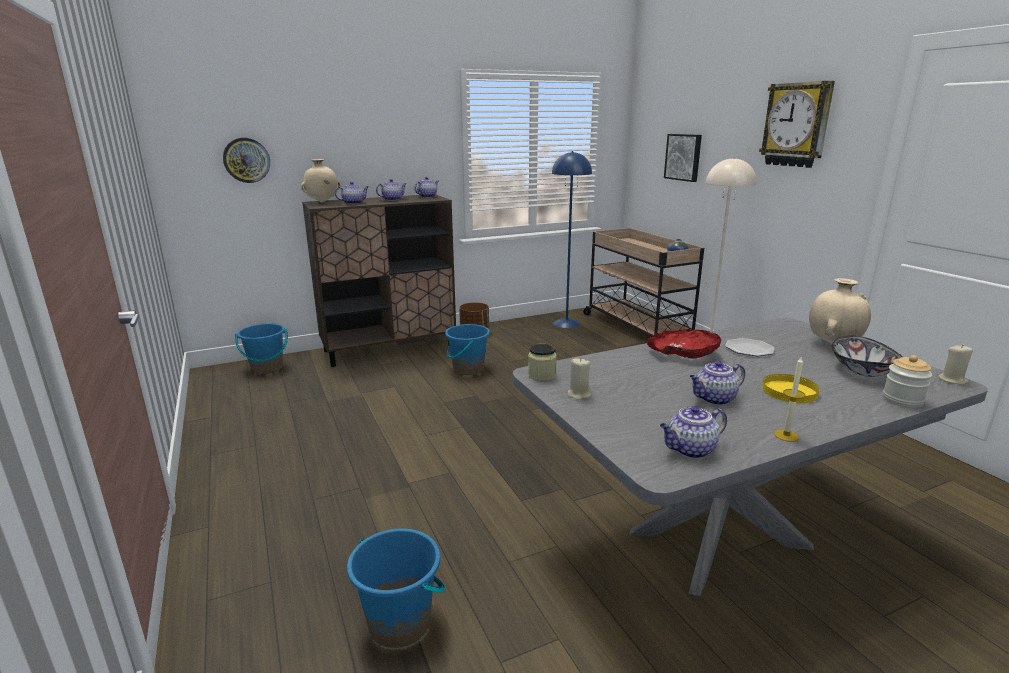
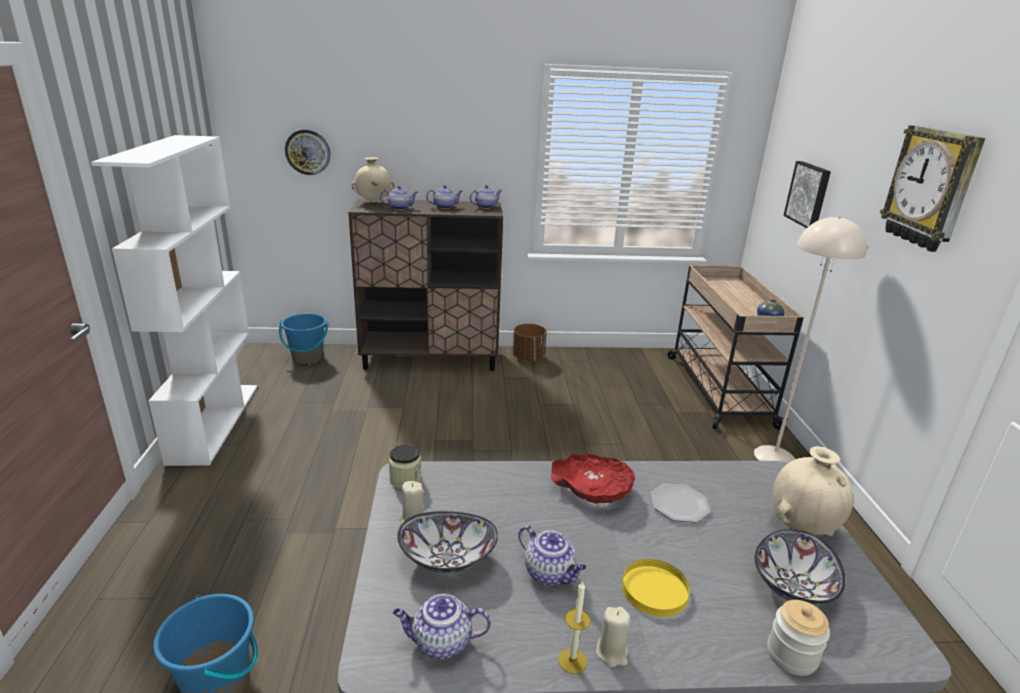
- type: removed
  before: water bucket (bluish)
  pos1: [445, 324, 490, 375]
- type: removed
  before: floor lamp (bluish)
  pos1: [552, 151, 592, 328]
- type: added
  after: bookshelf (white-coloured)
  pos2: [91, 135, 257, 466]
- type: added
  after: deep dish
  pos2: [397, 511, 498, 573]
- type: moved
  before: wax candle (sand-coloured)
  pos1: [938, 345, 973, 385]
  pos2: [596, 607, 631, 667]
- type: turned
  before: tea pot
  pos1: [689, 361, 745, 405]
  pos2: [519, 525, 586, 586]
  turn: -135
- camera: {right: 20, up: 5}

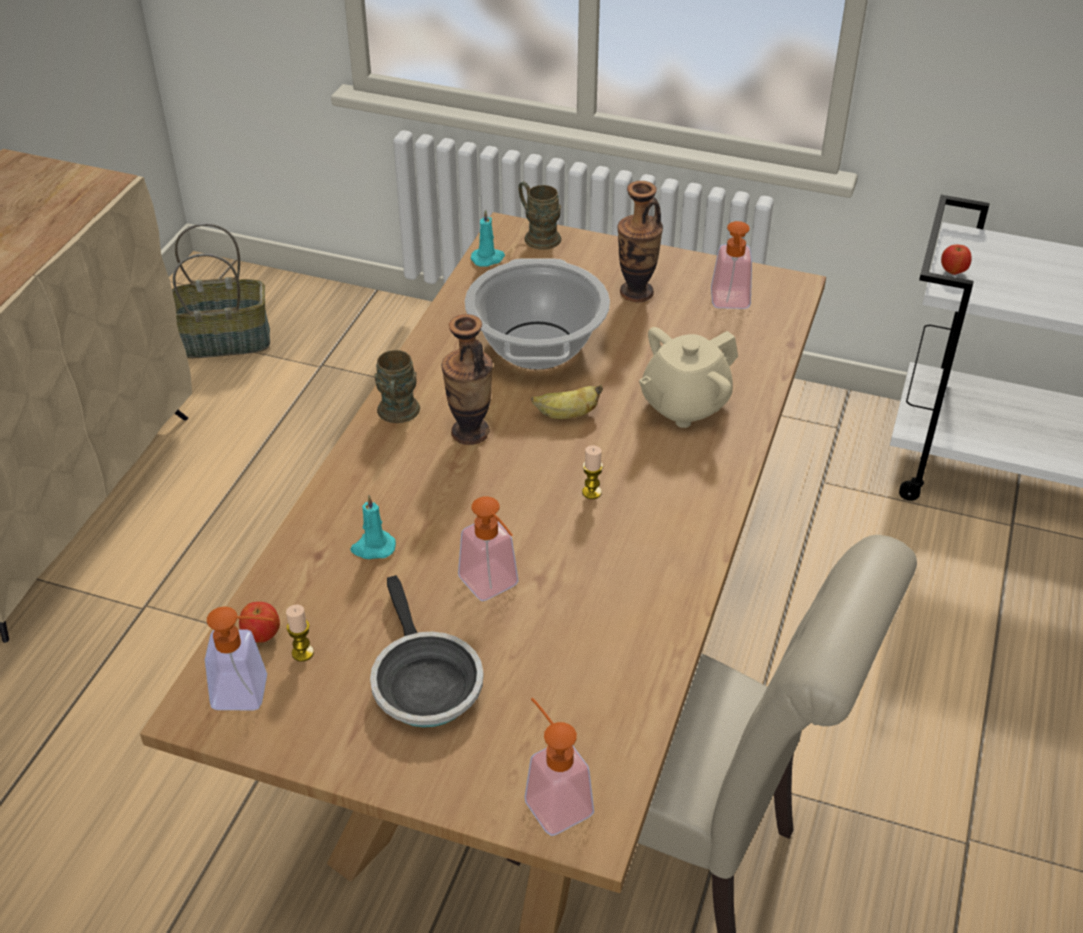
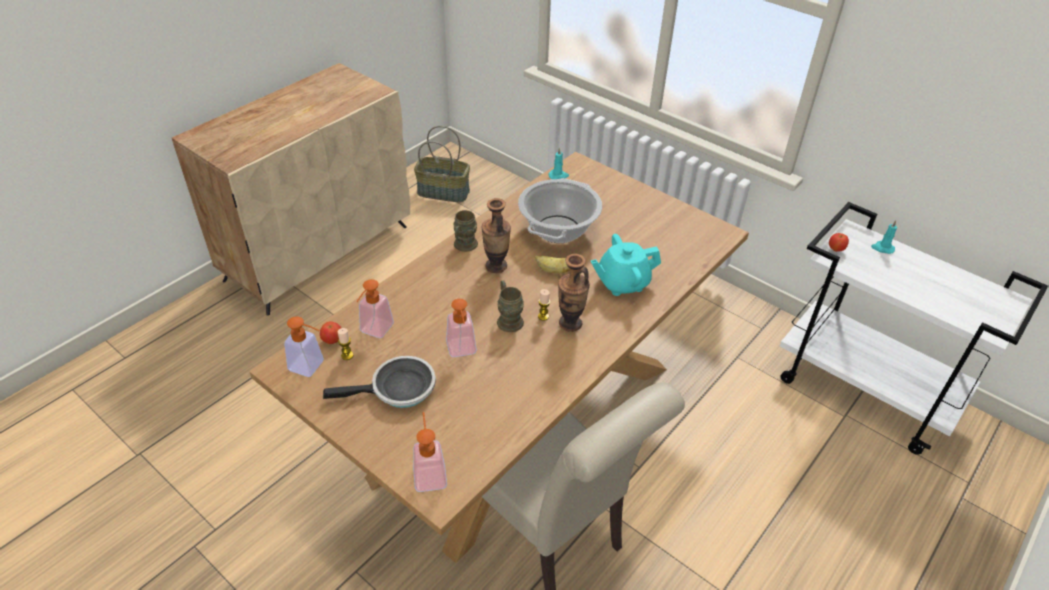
- type: moved
  before: wax candle (turquoise-coloured)
  pos1: [350, 495, 396, 559]
  pos2: [871, 220, 897, 254]
- type: moved
  before: coffee mug (brown-coloured)
  pos1: [519, 181, 561, 250]
  pos2: [497, 280, 524, 332]
- type: moved
  before: vase
  pos1: [617, 181, 663, 302]
  pos2: [558, 254, 590, 332]
- type: moved
  before: soap bottle
  pos1: [711, 221, 752, 309]
  pos2: [356, 279, 394, 338]
- type: recoloured
  before: tea pot (sand-coloured)
  after: tea pot (turquoise-coloured)
  pos1: [639, 327, 738, 428]
  pos2: [590, 234, 661, 296]
- type: turned
  before: frying pan
  pos1: [370, 575, 484, 728]
  pos2: [323, 356, 436, 408]
  turn: -105
- camera: {right: 20, up: 0}

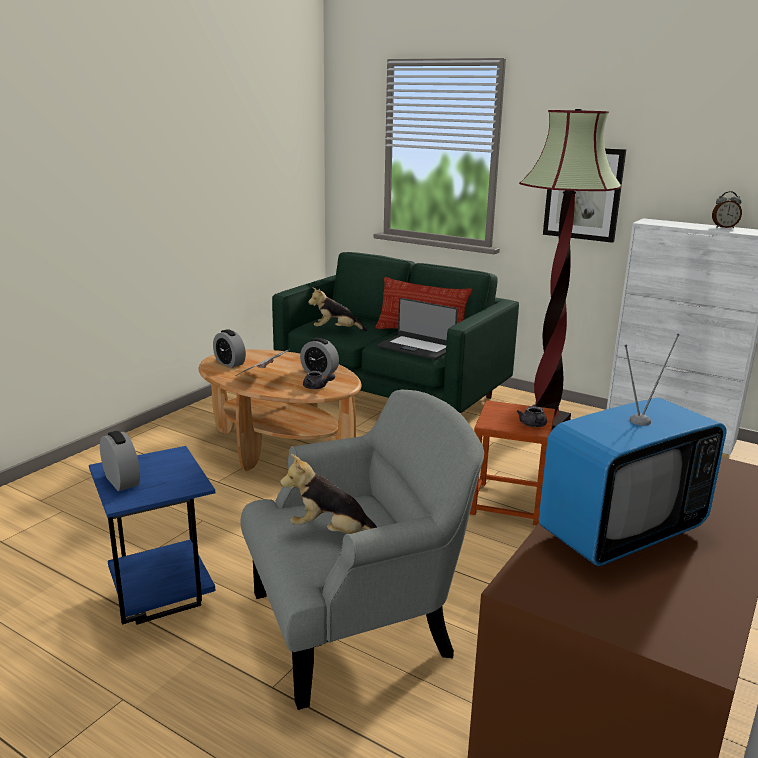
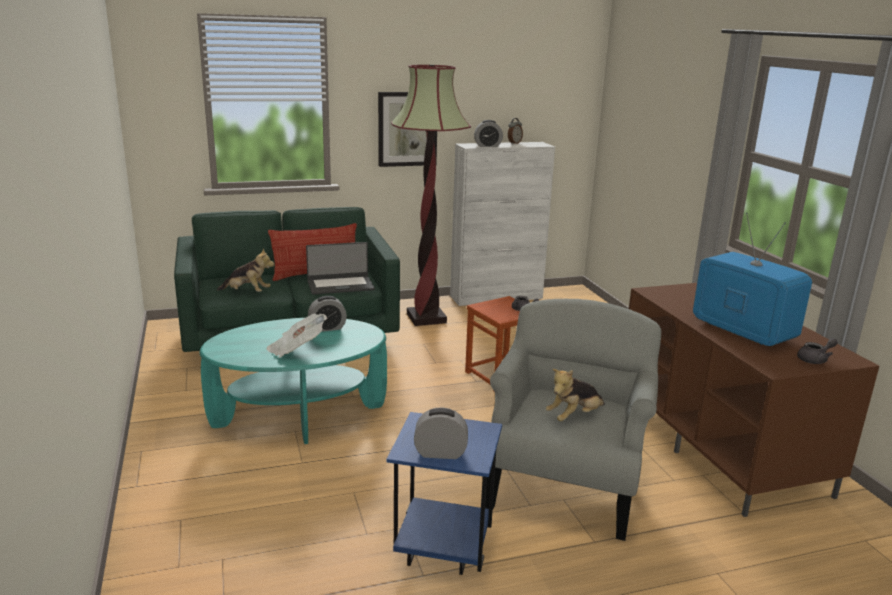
- type: moved
  before: bedside clock
  pos1: [213, 329, 246, 368]
  pos2: [474, 120, 503, 147]
- type: moved
  before: tea pot (gray)
  pos1: [303, 371, 335, 389]
  pos2: [797, 338, 838, 364]
- type: recoloured
  before: low table (brown-coloured)
  after: low table (turquoise-coloured)
  pos1: [198, 349, 361, 471]
  pos2: [200, 318, 387, 444]
- type: turned
  before: soft toy
  pos1: [308, 287, 368, 331]
  pos2: [217, 248, 274, 292]
  turn: -120
- type: turned
  before: TV set
  pos1: [539, 334, 727, 566]
  pos2: [693, 213, 812, 346]
  turn: -45
- camera: {right: -50, up: 0}

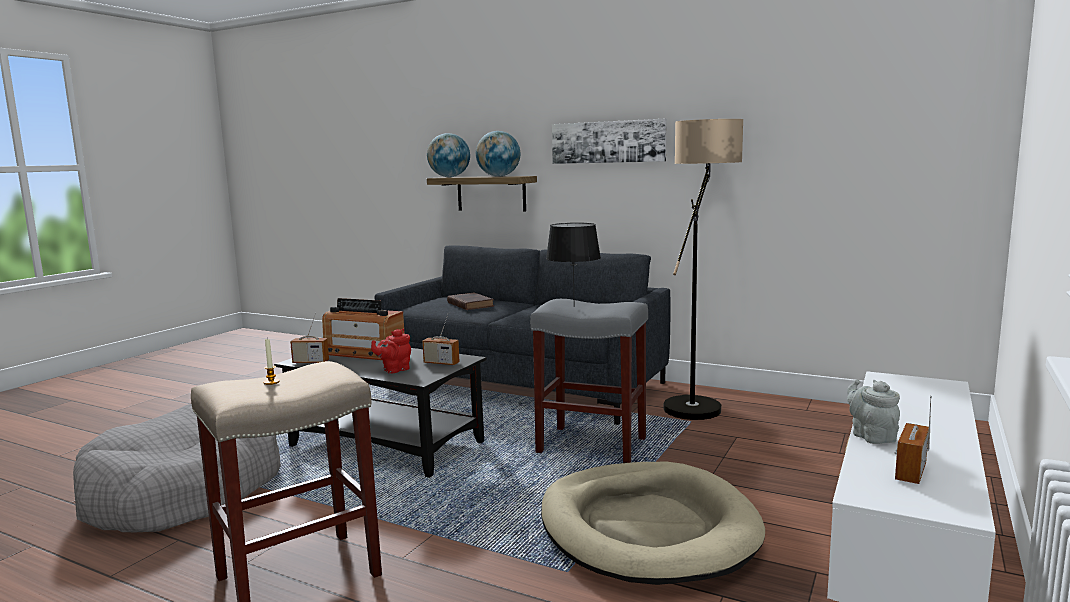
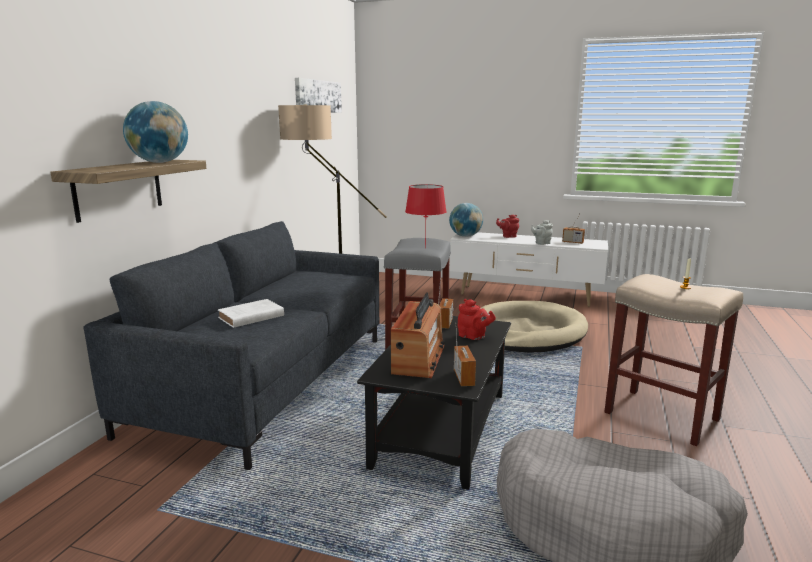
- type: added
  after: tea pot (red)
  pos2: [496, 214, 519, 238]
- type: moved
  before: globe
  pos1: [427, 133, 470, 177]
  pos2: [449, 203, 483, 237]
- type: moved
  before: wall picture
  pos1: [552, 119, 666, 164]
  pos2: [295, 78, 342, 113]
- type: recoloured
  before: bound book (brown-coloured)
  after: bound book (white-coloured)
  pos1: [447, 293, 494, 310]
  pos2: [218, 299, 284, 328]
- type: recoloured
  before: table lamp (blackish)
  after: table lamp (red)
  pos1: [546, 223, 601, 293]
  pos2: [405, 184, 447, 249]
- camera: {right: -100, up: 5}

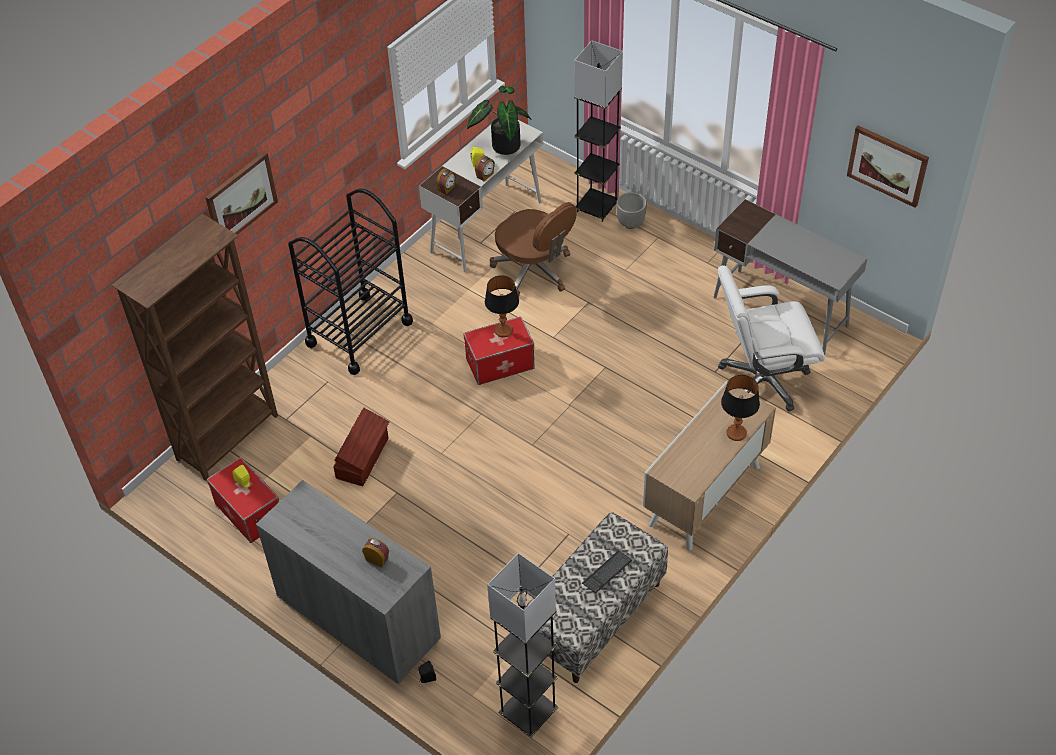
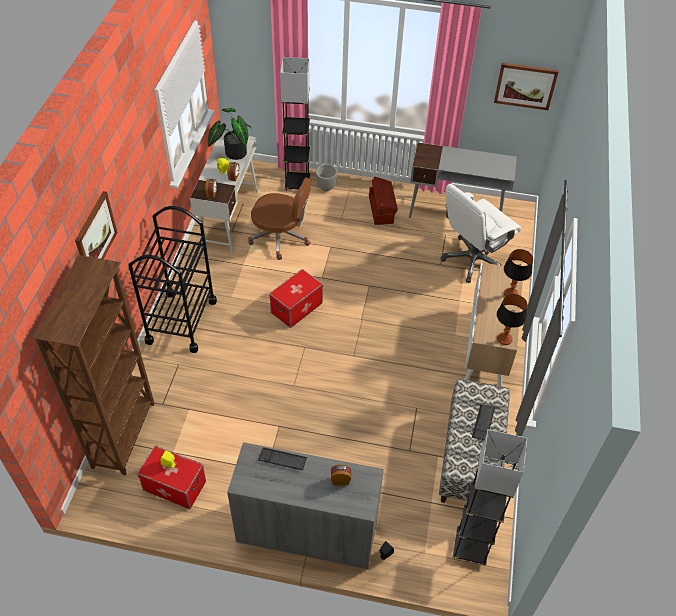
- type: added
  after: PC keyboard
  pos2: [258, 447, 307, 470]
- type: moved
  before: storage bin (brown-coloured)
  pos1: [334, 408, 389, 486]
  pos2: [369, 177, 398, 225]
- type: moved
  before: table lamp
  pos1: [485, 275, 519, 337]
  pos2: [497, 294, 527, 345]
- camera: {right: -30, up: 0}

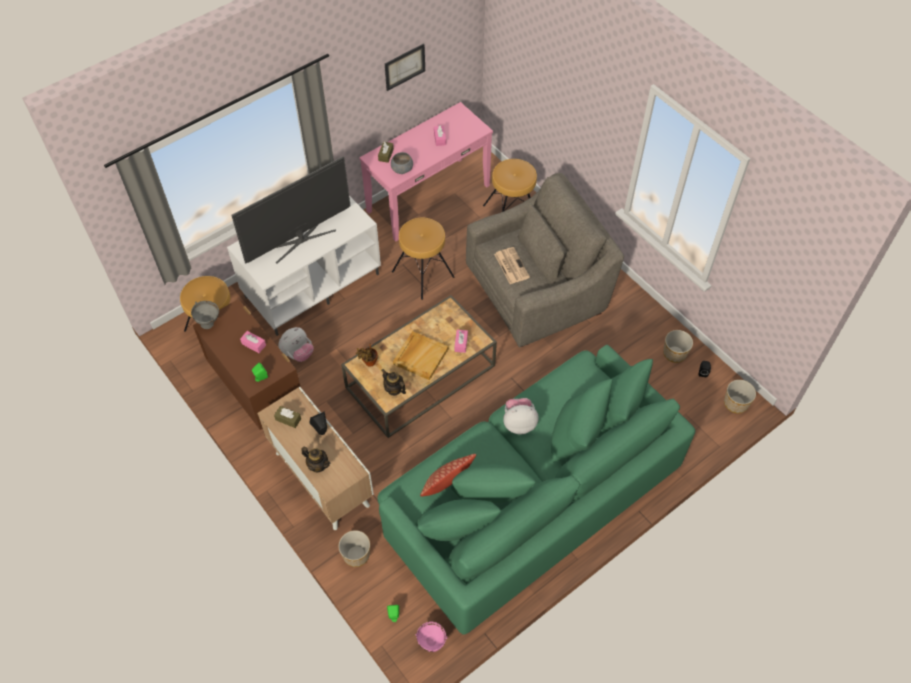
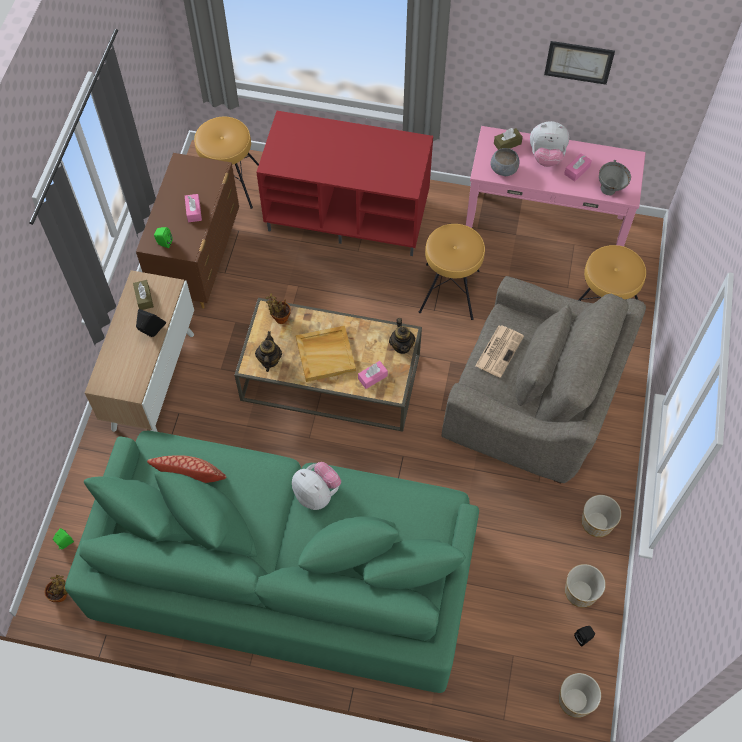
- type: removed
  before: TV set
  pos1: [231, 156, 351, 264]
- type: moved
  before: deep dish (gray)
  pos1: [191, 301, 219, 329]
  pos2: [599, 160, 631, 196]
- type: moved
  before: soft toy
  pos1: [278, 327, 314, 362]
  pos2: [530, 121, 569, 167]
- type: moved
  before: tea pot
  pos1: [301, 446, 330, 472]
  pos2: [389, 318, 416, 354]
- type: moved
  before: flower pot
  pos1: [338, 530, 370, 567]
  pos2: [581, 495, 621, 537]
- type: replaced
  before: deep dish (pinkish)
  after: plant in a pot
  pos1: [415, 622, 447, 652]
  pos2: [45, 575, 67, 602]
- type: recoloured
  before: tv unit (white-coloured)
  after: tv unit (red)
  pos1: [227, 196, 381, 336]
  pos2: [256, 111, 433, 256]
- camera: {right: 50, up: 5}

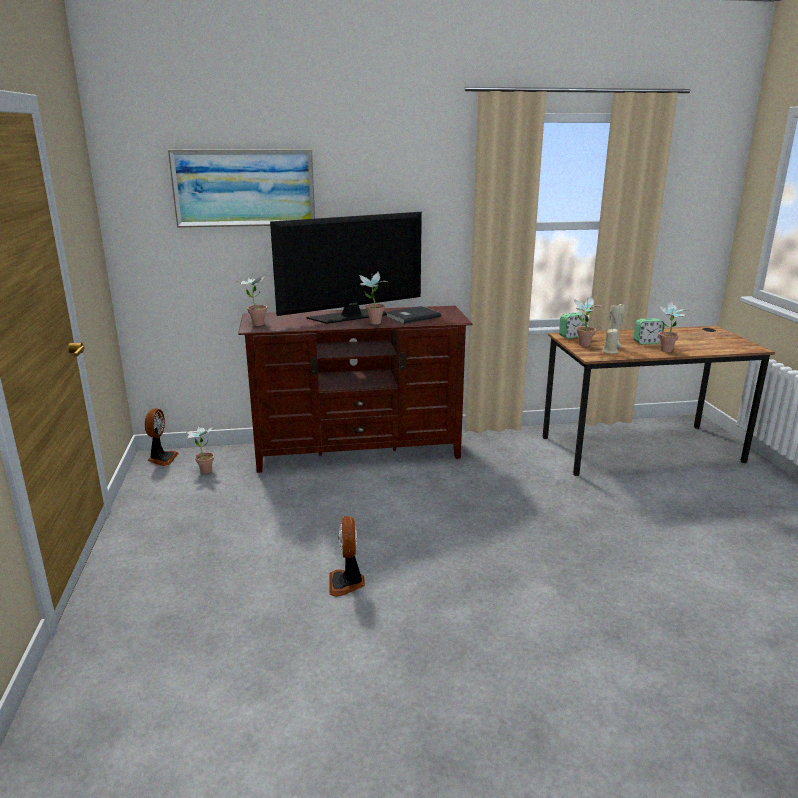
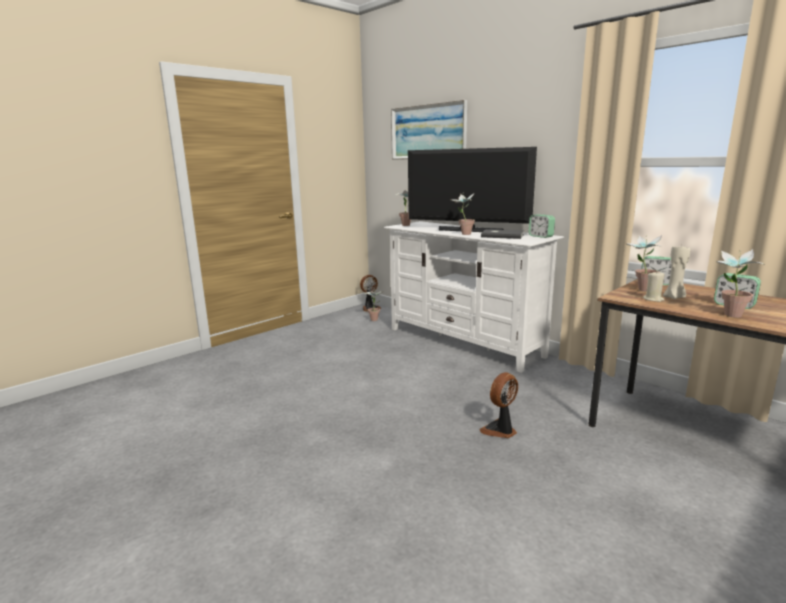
- type: added
  after: bedside clock
  pos2: [528, 214, 555, 238]
- type: moved
  before: cooling fan
  pos1: [329, 516, 365, 597]
  pos2: [479, 372, 518, 438]
- type: recoloured
  before: tv unit (brown-coloured)
  after: tv unit (white-coloured)
  pos1: [238, 306, 473, 473]
  pos2: [384, 221, 564, 373]
- camera: {right: 55, up: -5}

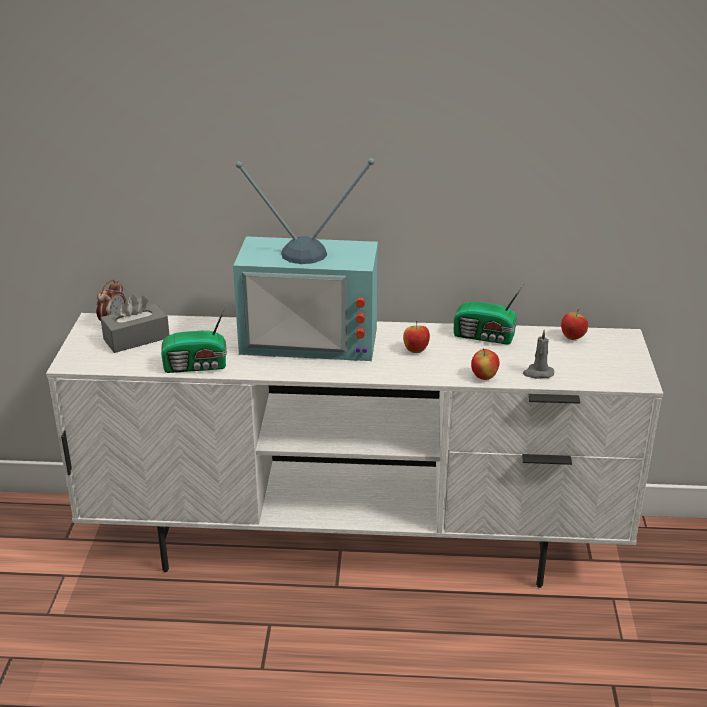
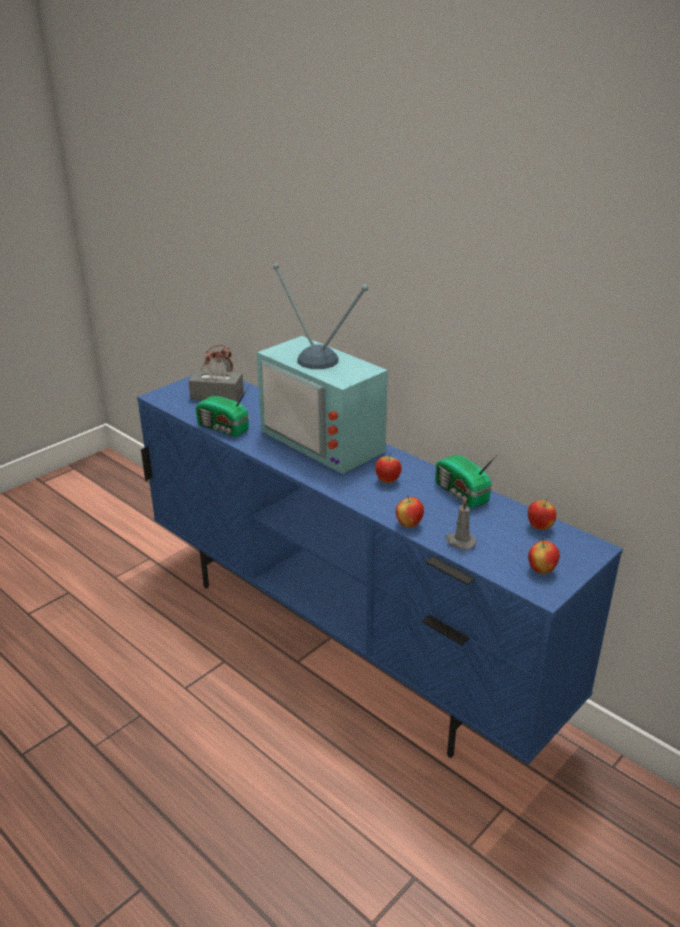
- type: added
  after: apple
  pos2: [528, 540, 560, 574]
- type: recoloured
  before: tv unit (white-coloured)
  after: tv unit (bluish)
  pos1: [46, 313, 663, 588]
  pos2: [137, 376, 623, 765]
- camera: {right: 40, up: 0}

